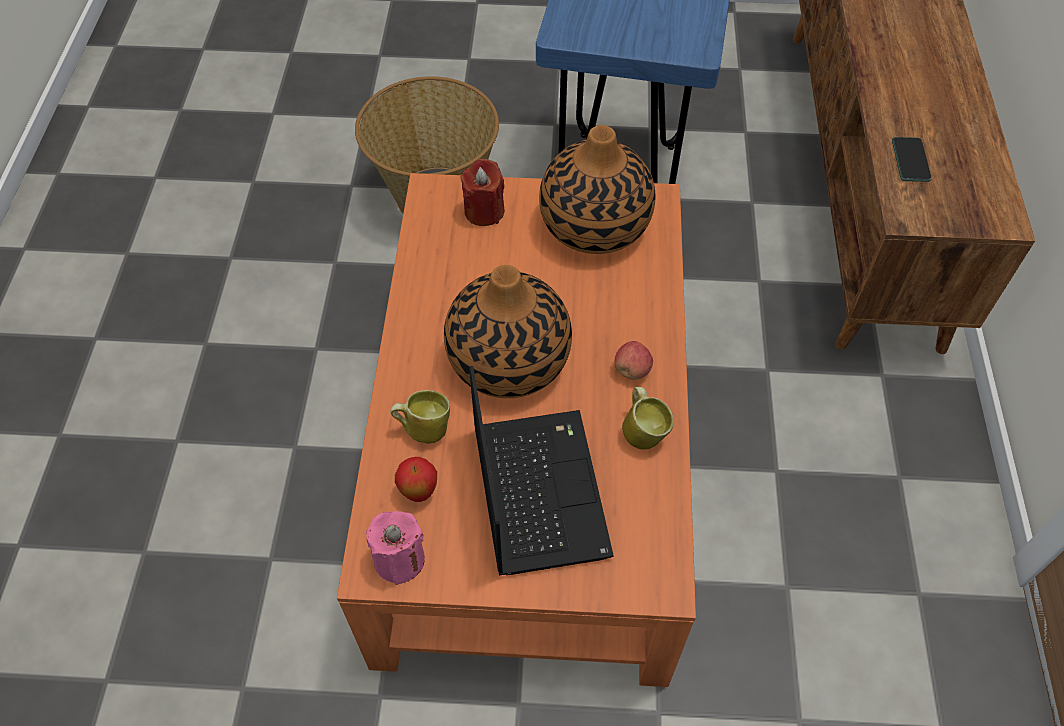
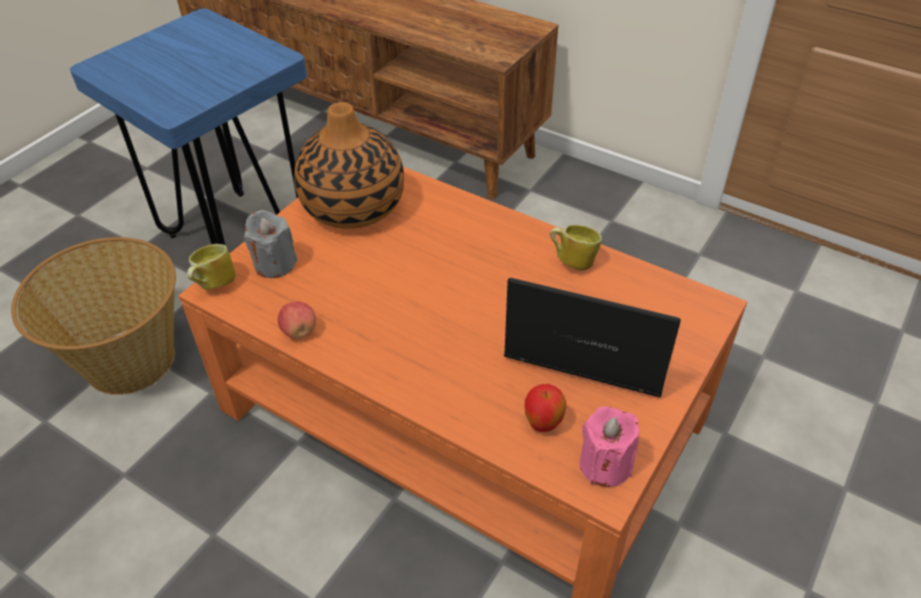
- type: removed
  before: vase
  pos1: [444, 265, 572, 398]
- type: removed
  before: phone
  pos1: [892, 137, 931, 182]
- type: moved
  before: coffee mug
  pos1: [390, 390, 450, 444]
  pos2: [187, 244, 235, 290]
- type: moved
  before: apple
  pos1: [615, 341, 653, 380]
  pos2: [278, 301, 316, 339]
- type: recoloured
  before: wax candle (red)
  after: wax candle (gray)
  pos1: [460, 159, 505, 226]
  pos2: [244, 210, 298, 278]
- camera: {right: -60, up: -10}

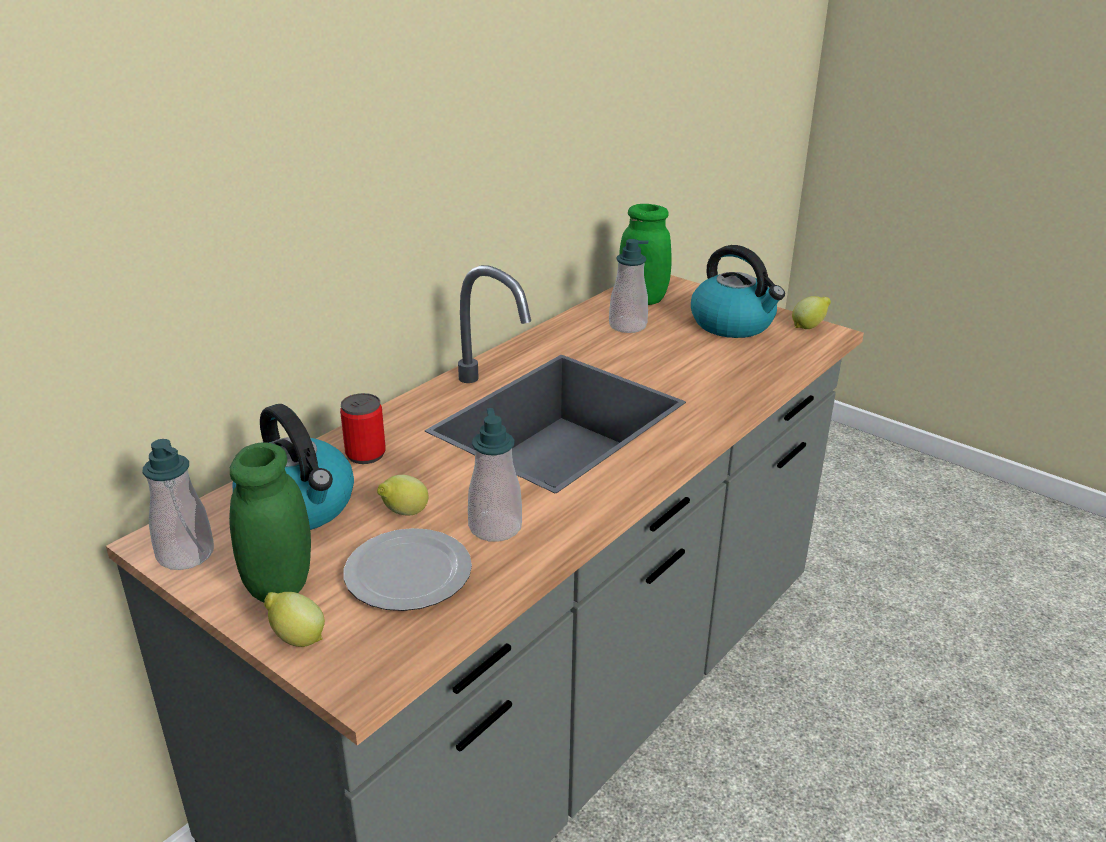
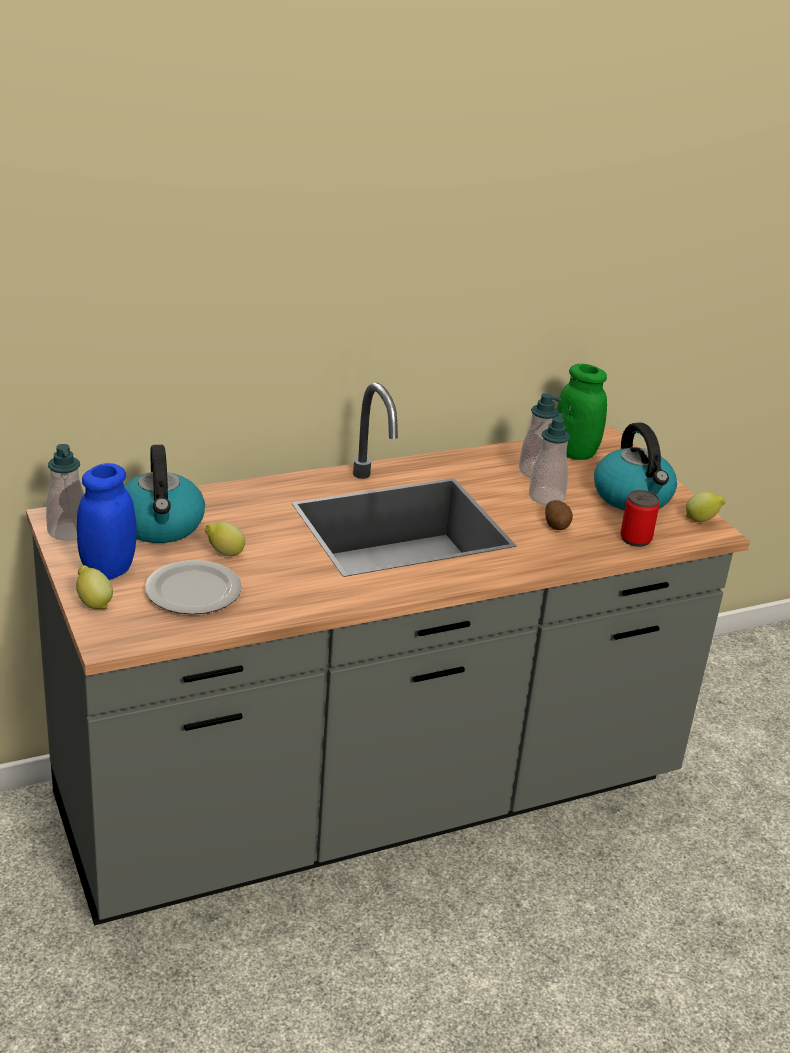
- type: added
  after: spud
  pos2: [545, 500, 573, 530]
- type: moved
  before: sealed can
  pos1: [340, 393, 386, 464]
  pos2: [620, 490, 659, 547]
- type: moved
  before: soap bottle
  pos1: [468, 408, 522, 542]
  pos2: [529, 413, 570, 505]
- type: recoloured
  before: jar (green-coloured)
  after: jar (bluish)
  pos1: [229, 442, 311, 602]
  pos2: [77, 463, 137, 580]
- camera: {right: 25, up: 0}

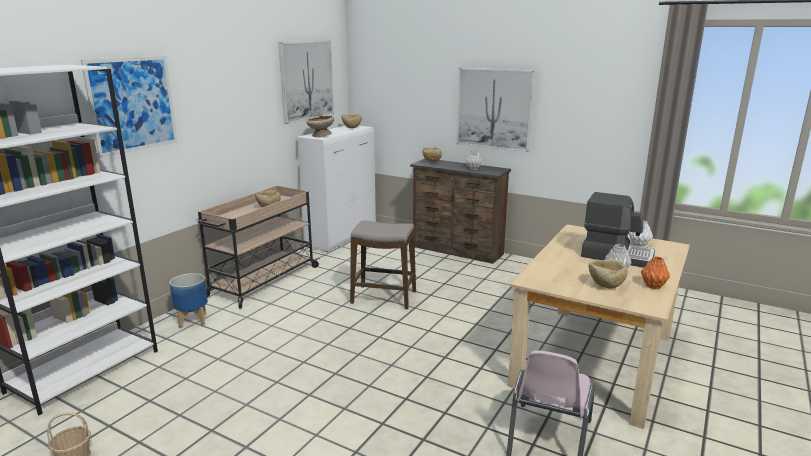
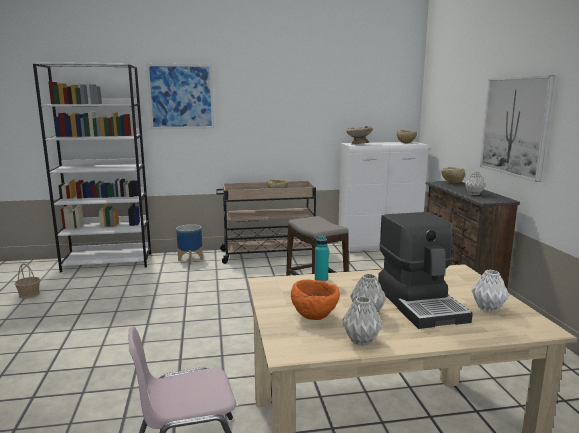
- type: removed
  before: wall picture
  pos1: [278, 41, 334, 124]
- type: added
  after: drink bottle (turquoise-coloured)
  pos2: [315, 235, 329, 281]
- type: recoloured
  before: deep dish (sand-coloured)
  after: deep dish (orange-coloured)
  pos1: [589, 259, 628, 289]
  pos2: [291, 279, 340, 320]
- type: recoloured
  before: vase (orange-coloured)
  after: vase (gray)
  pos1: [641, 257, 670, 289]
  pos2: [342, 296, 383, 346]
- camera: {right: 50, up: -5}

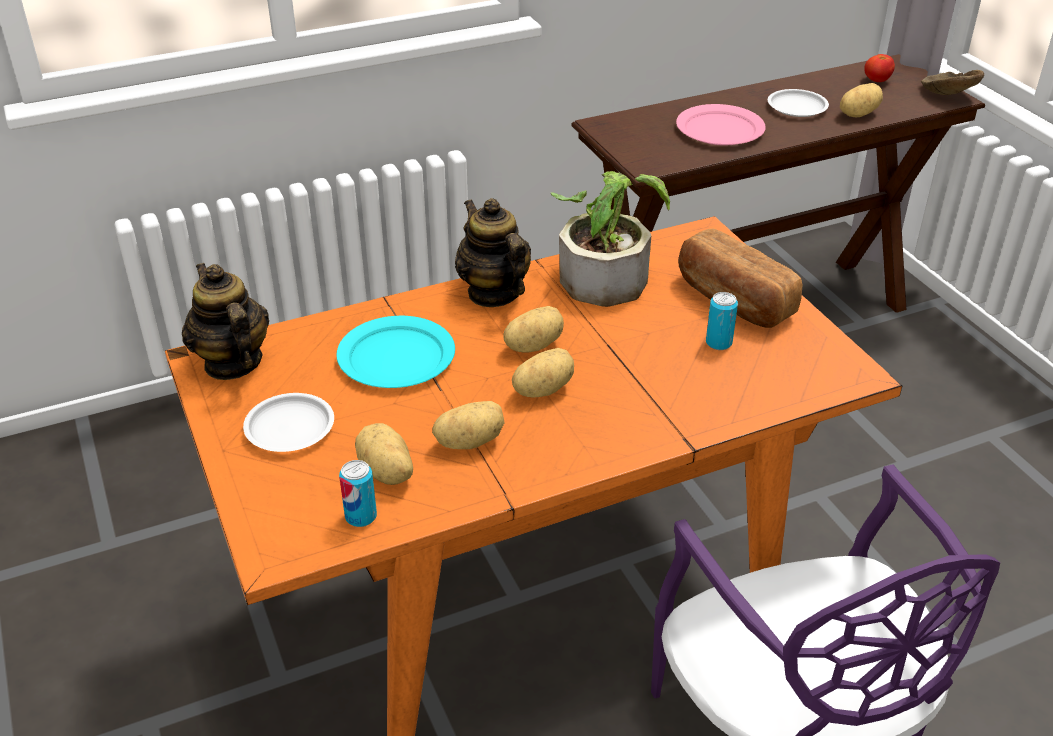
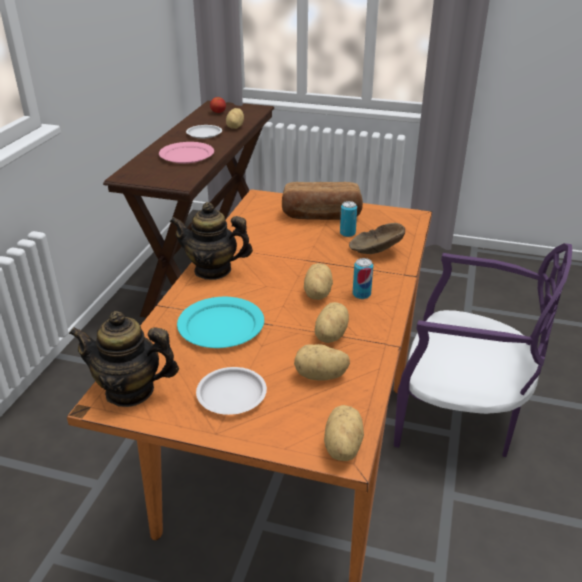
- type: removed
  before: plant in a pot
  pos1: [551, 171, 670, 307]
- type: moved
  before: sealed can
  pos1: [339, 460, 377, 527]
  pos2: [353, 258, 373, 299]
- type: moved
  before: spud
  pos1: [503, 306, 564, 352]
  pos2: [324, 405, 364, 461]
- type: moved
  before: deep dish (brown-coloured)
  pos1: [921, 70, 984, 95]
  pos2: [349, 223, 405, 254]
- camera: {right: -50, up: -5}

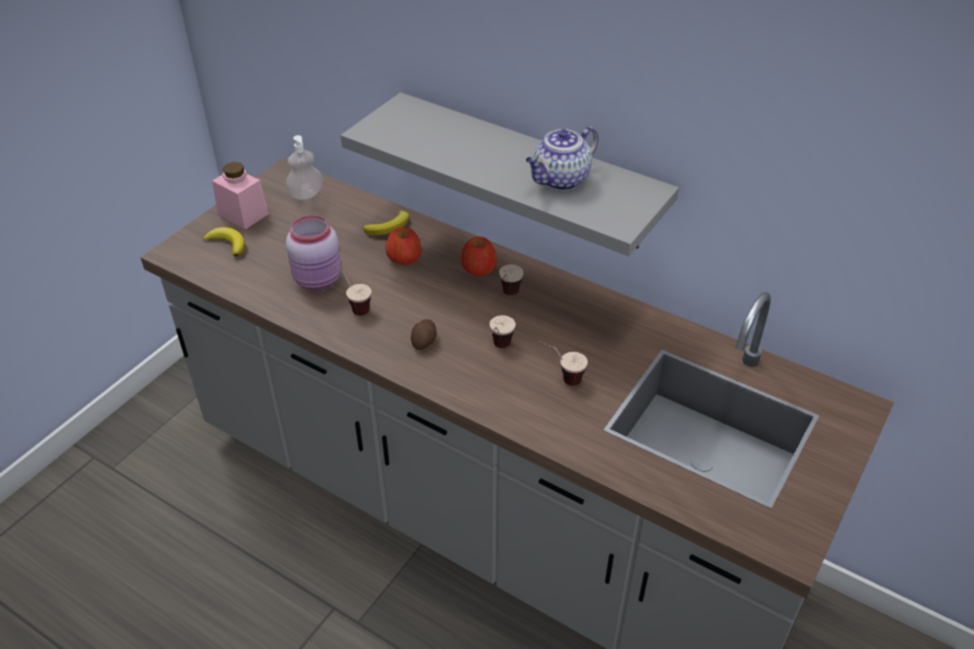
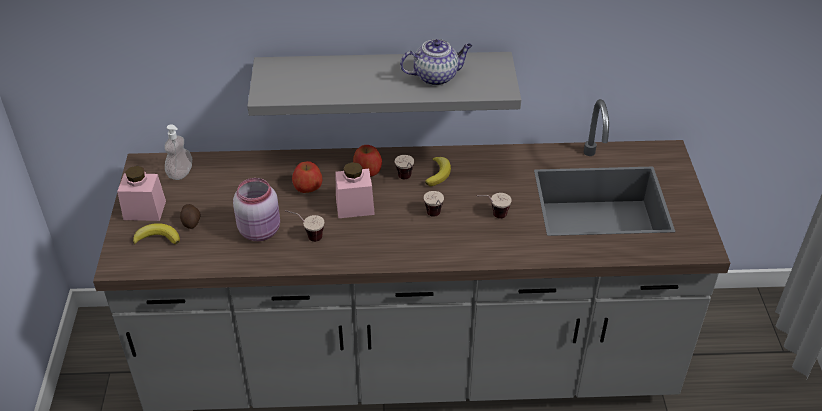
- type: added
  after: jar (pinkish)
  pos2: [335, 162, 375, 218]
- type: moved
  before: banana
  pos1: [363, 211, 409, 236]
  pos2: [425, 157, 451, 186]
- type: moved
  before: spud
  pos1: [411, 319, 437, 350]
  pos2: [180, 204, 200, 229]
- type: turned
  before: tea pot
  pos1: [526, 126, 599, 191]
  pos2: [400, 39, 472, 86]
  turn: -120
- camera: {right: -35, up: 0}

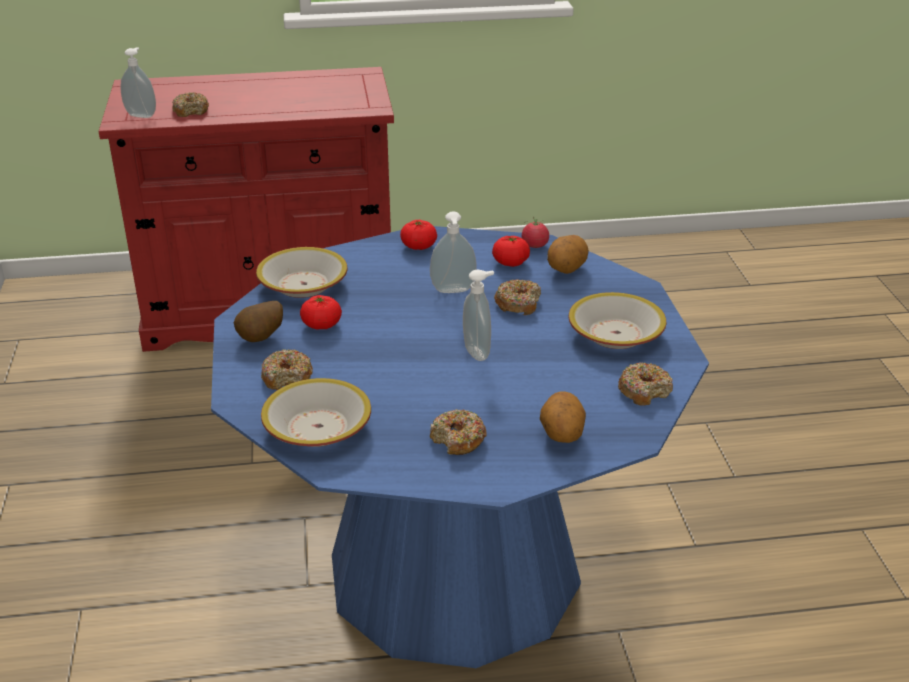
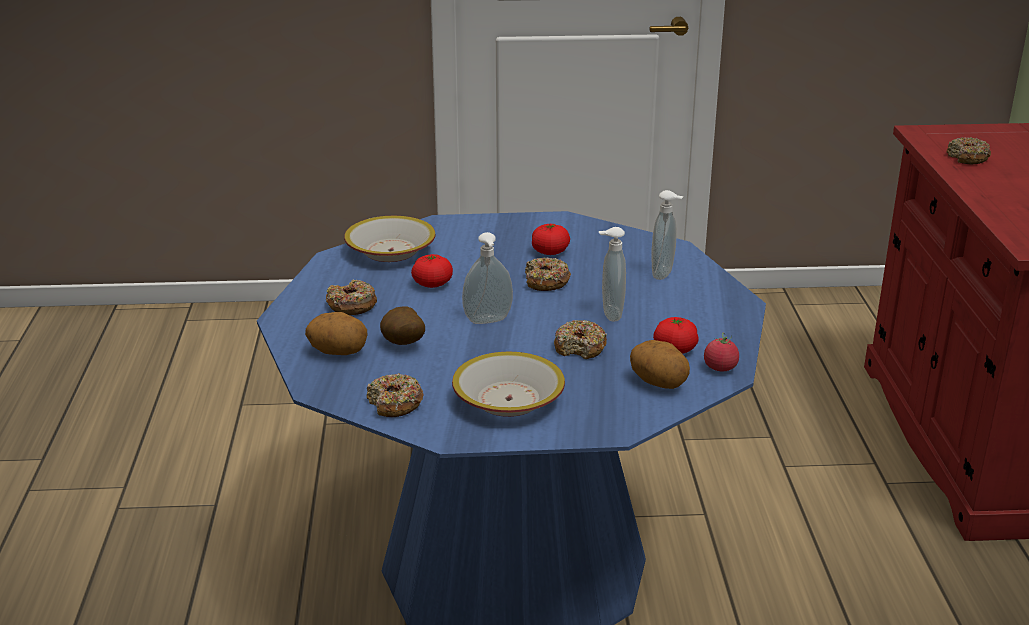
- type: removed
  before: deep dish
  pos1: [256, 247, 348, 298]
- type: moved
  before: soap bottle
  pos1: [120, 47, 156, 118]
  pos2: [652, 190, 684, 280]
- type: moved
  before: spud
  pos1: [234, 301, 283, 342]
  pos2: [380, 306, 425, 345]
- type: moved
  before: doughnut
  pos1: [261, 349, 313, 390]
  pos2: [525, 258, 571, 291]
- type: moved
  before: tomato
  pos1: [400, 220, 437, 250]
  pos2: [411, 254, 453, 288]
- camera: {right: 95, up: -5}

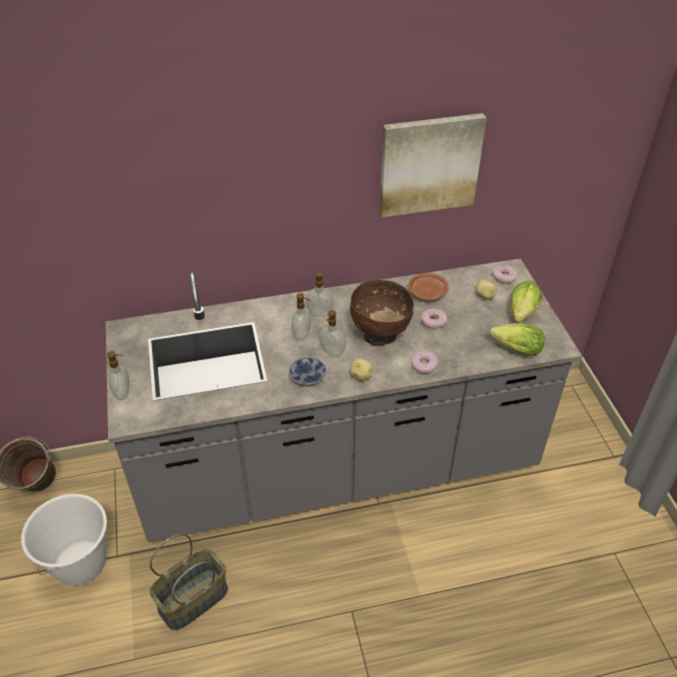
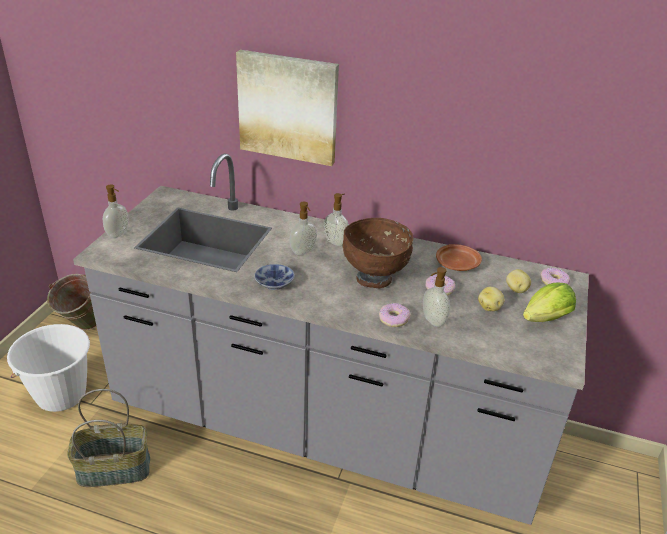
- type: removed
  before: lettuce
  pos1: [490, 323, 545, 356]
- type: moved
  before: soap bottle
  pos1: [319, 310, 346, 356]
  pos2: [423, 267, 450, 327]
- type: moved
  before: spud
  pos1: [350, 358, 373, 381]
  pos2: [478, 287, 505, 311]
- type: moved
  before: wall picture
  pos1: [379, 113, 486, 217]
  pos2: [236, 50, 339, 166]
- camera: {right: 30, up: -10}

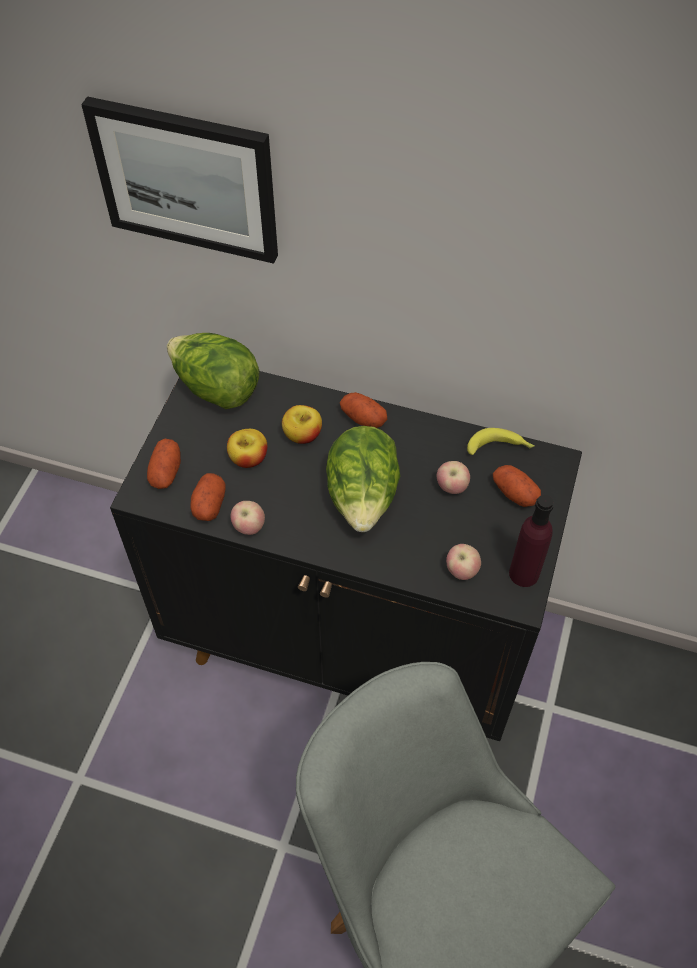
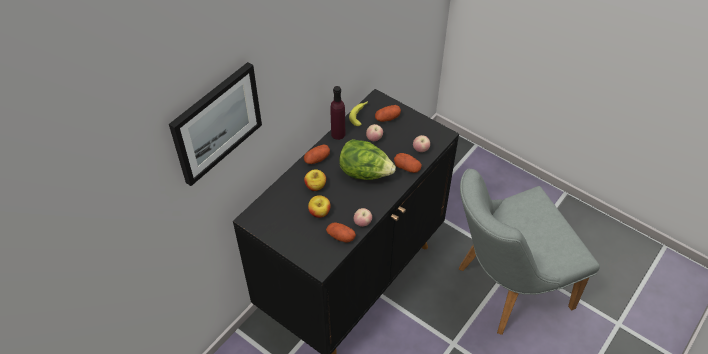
- type: removed
  before: lettuce
  pos1: [167, 333, 260, 409]
- type: moved
  before: spud
  pos1: [147, 439, 181, 489]
  pos2: [394, 153, 422, 173]
- type: moved
  before: drink bottle (purplish)
  pos1: [509, 495, 554, 587]
  pos2: [330, 86, 345, 140]
- camera: {right: -70, up: -5}

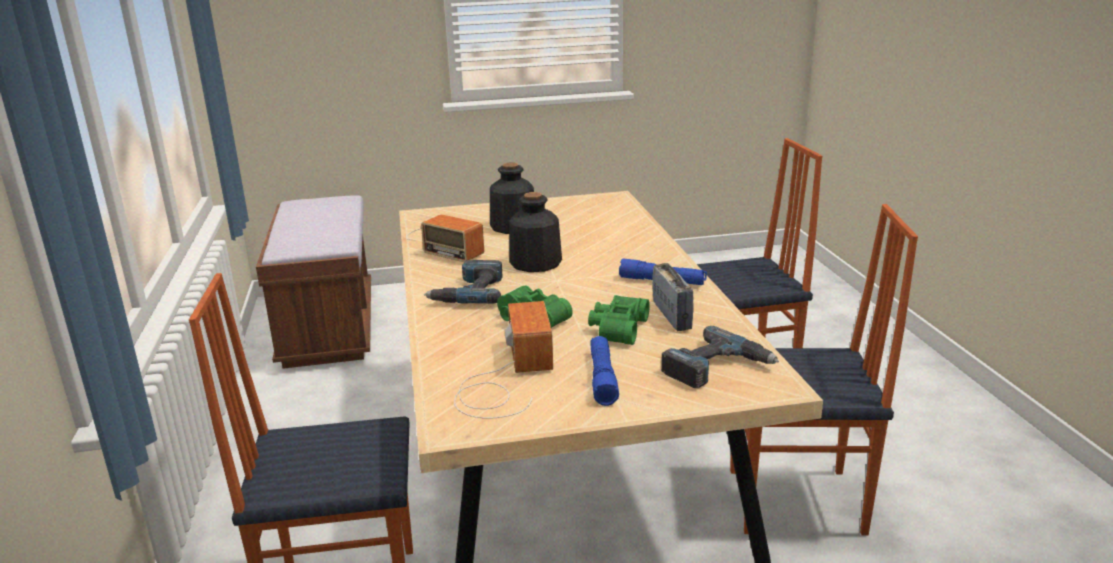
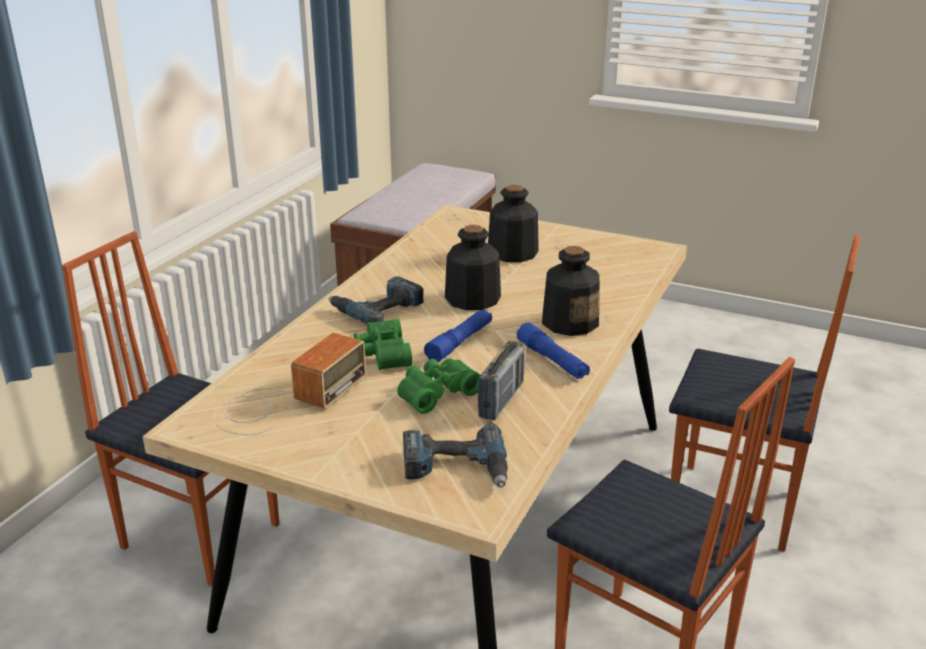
- type: removed
  before: radio
  pos1: [406, 214, 484, 262]
- type: added
  after: drink bottle
  pos2: [542, 246, 600, 336]
- type: moved
  before: flashlight (bluish)
  pos1: [590, 336, 619, 406]
  pos2: [424, 310, 492, 362]
- camera: {right: 35, up: 5}

